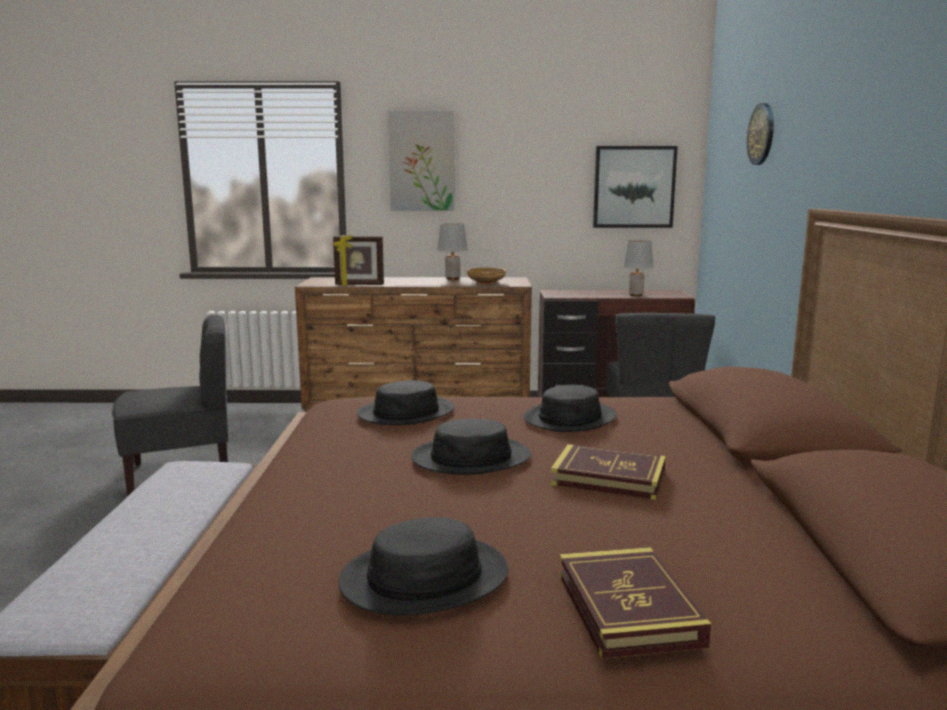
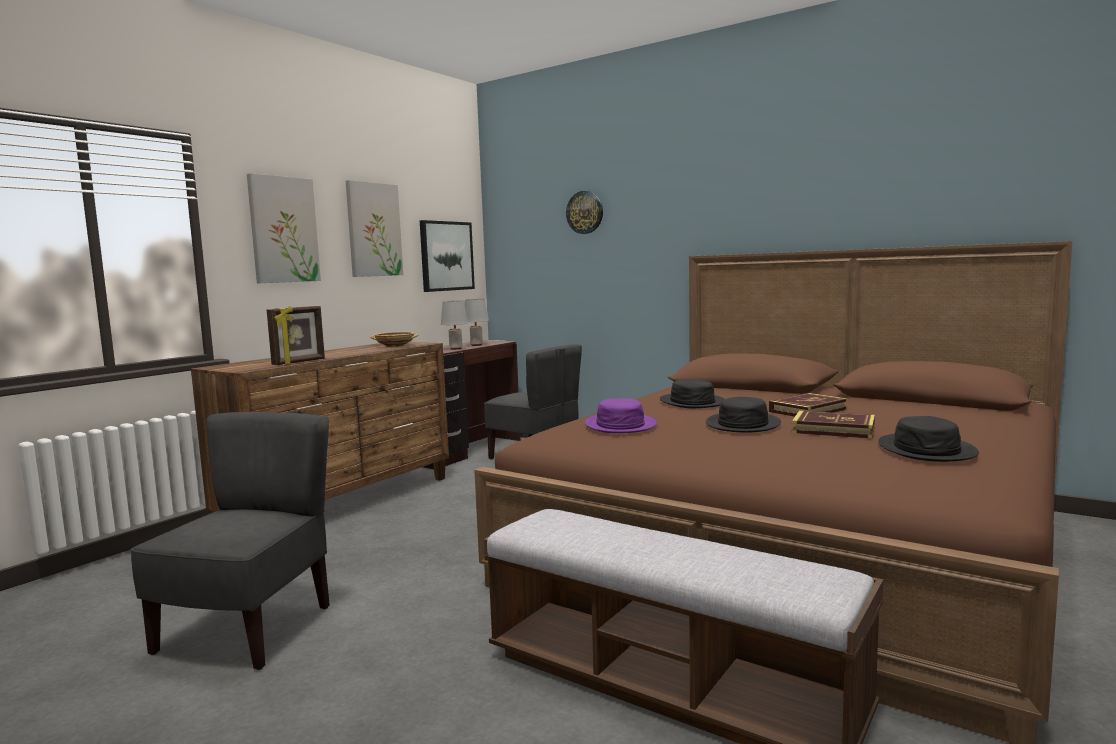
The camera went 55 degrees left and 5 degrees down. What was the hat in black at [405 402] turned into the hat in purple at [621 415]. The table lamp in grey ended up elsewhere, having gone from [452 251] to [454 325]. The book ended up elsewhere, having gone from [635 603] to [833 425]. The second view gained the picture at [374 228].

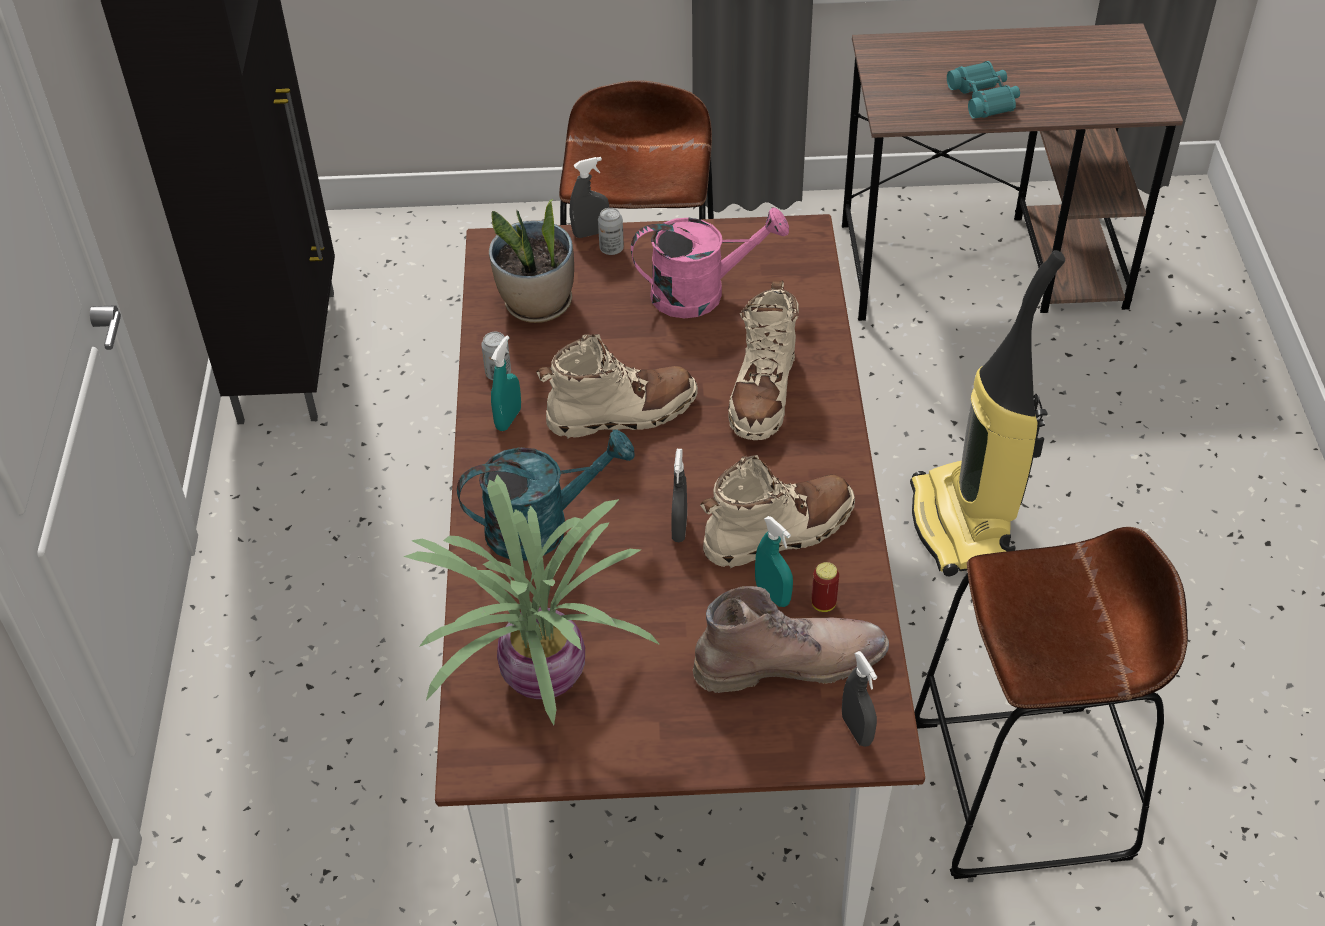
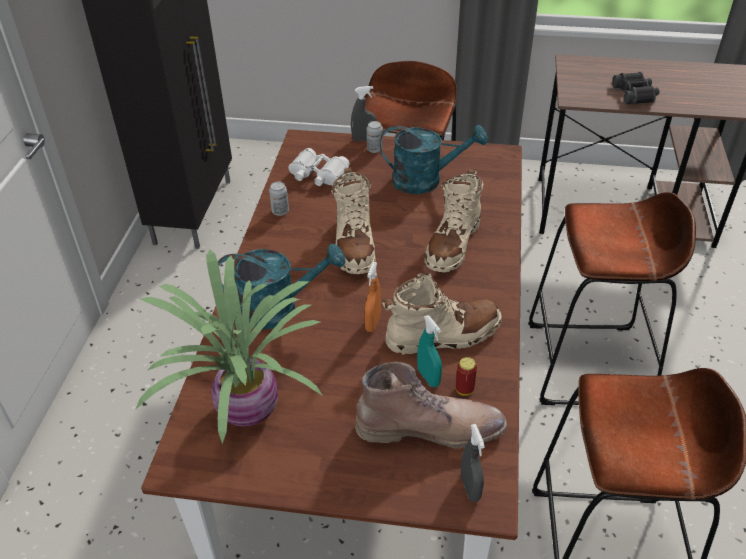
The camera went 10 degrees right and 5 degrees down. Where the potted plant stood at [531 261], the binoculars in white came to stand at [319 167]. The second view lost the spray bottle in turquoise at [506 383]. The boot in beige at [617 386] ended up facing another way, 90 degrees clockwise from before. What was the watering can in pink at [710 263] turned into the watering can in turquoise at [434 159]. What was the spray bottle in grey at [679 495] turned into the spray bottle in orange at [373 297]. Where the vacuum cleaner stood at [987 413], the stool in brown came to stand at [612 298]. What was the binoculars in turquoise at [983 90] turned into the binoculars in black at [636 88].

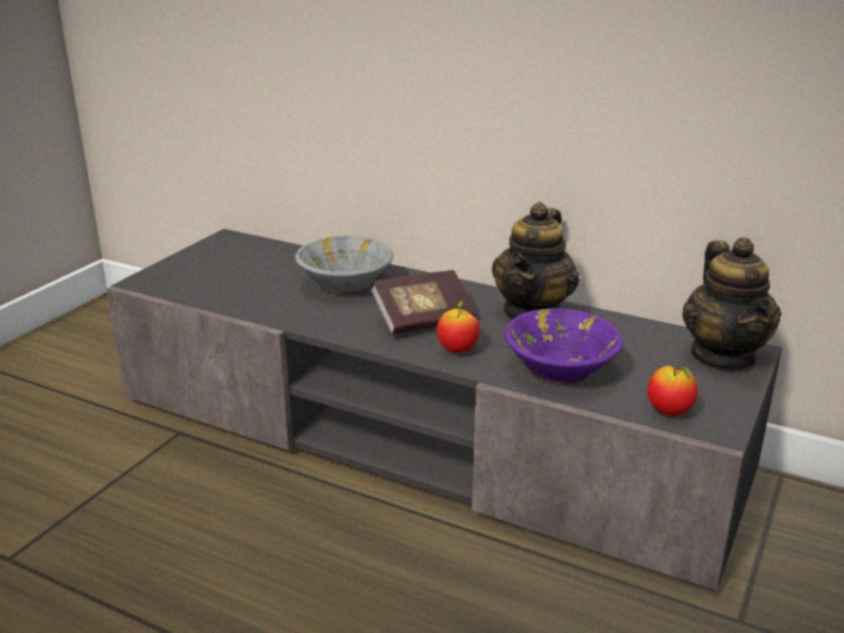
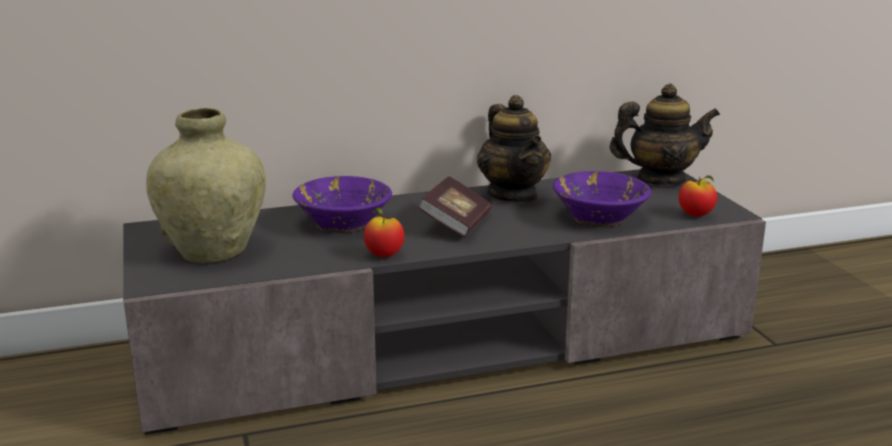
The camera went 45 degrees left and 5 degrees down. What was the bowl in grey at [344 265] turned into the bowl in purple at [342 204]. The apple ended up elsewhere, having gone from [458 326] to [384 232]. The teapot at [731 304] ended up facing another way, 45 degrees counterclockwise from before. The second view gained the vase in beige at [206 185].

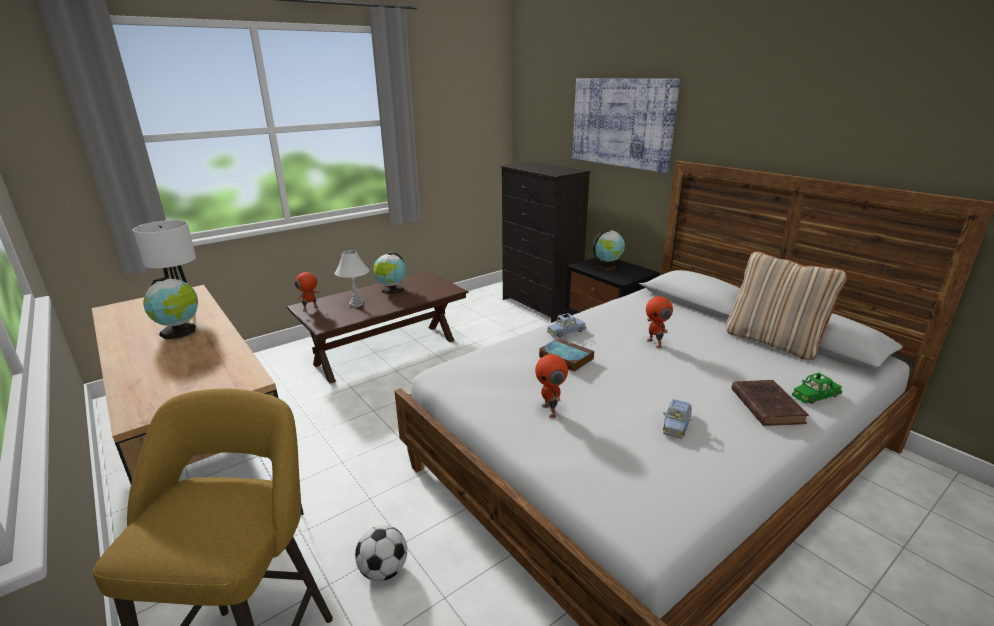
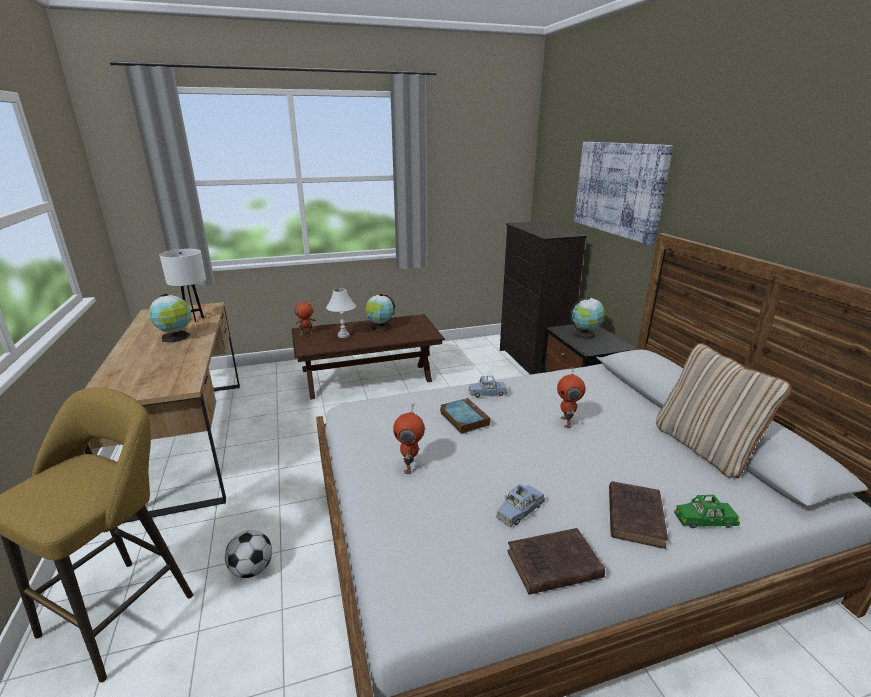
The camera went 20 degrees right and 0 degrees up. The second view gained the book in brown at [556 561].

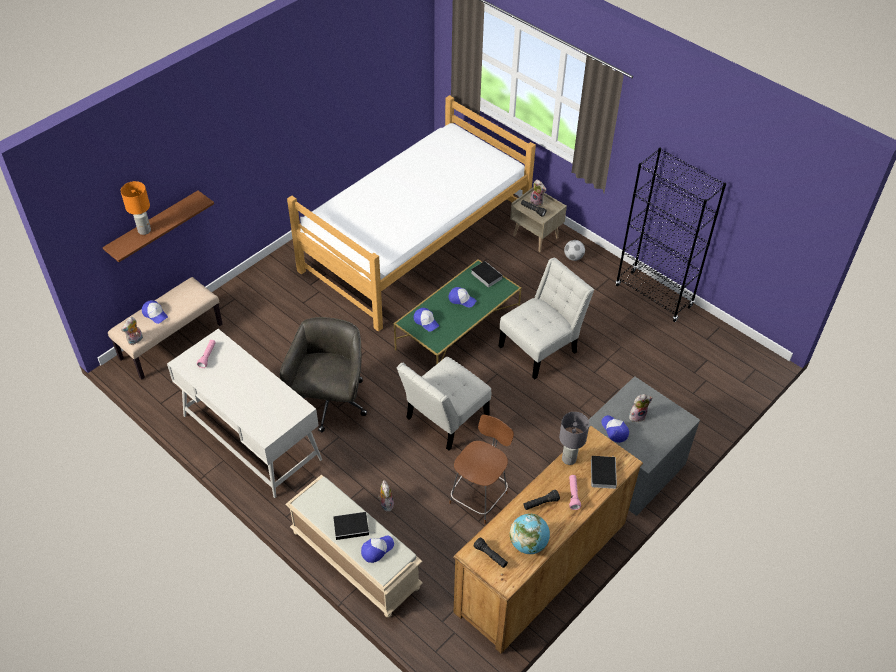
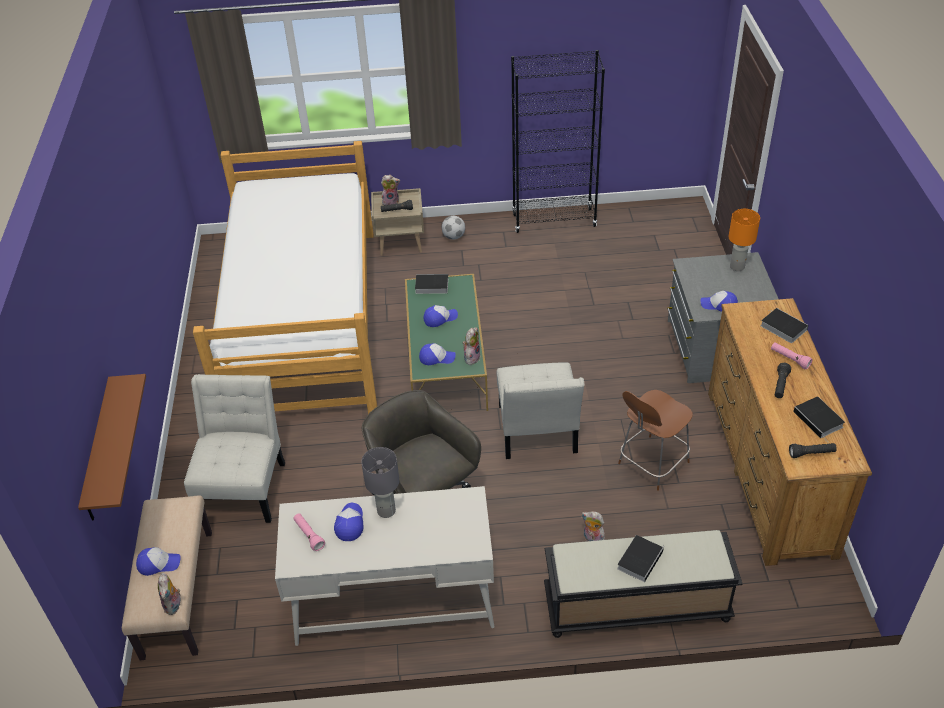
The camera went 45 degrees left and 5 degrees down. The table lamp in orange ended up elsewhere, having gone from [136 208] to [744 240]. What was the bench in beige at [354 546] turned into the bench in black at [643 584]. The cap ended up elsewhere, having gone from [377 549] to [348 522]. The chair in brown at [481 469] ended up facing another way, 120 degrees counterclockwise from before. The chair in white ended up elsewhere, having gone from [546 318] to [234 448]. Where the globe stood at [530 534], the book came to stand at [819 420]. The table lamp in grey ended up elsewhere, having gone from [574 438] to [380 482]. The plush toy ended up elsewhere, having gone from [641 408] to [472 346].

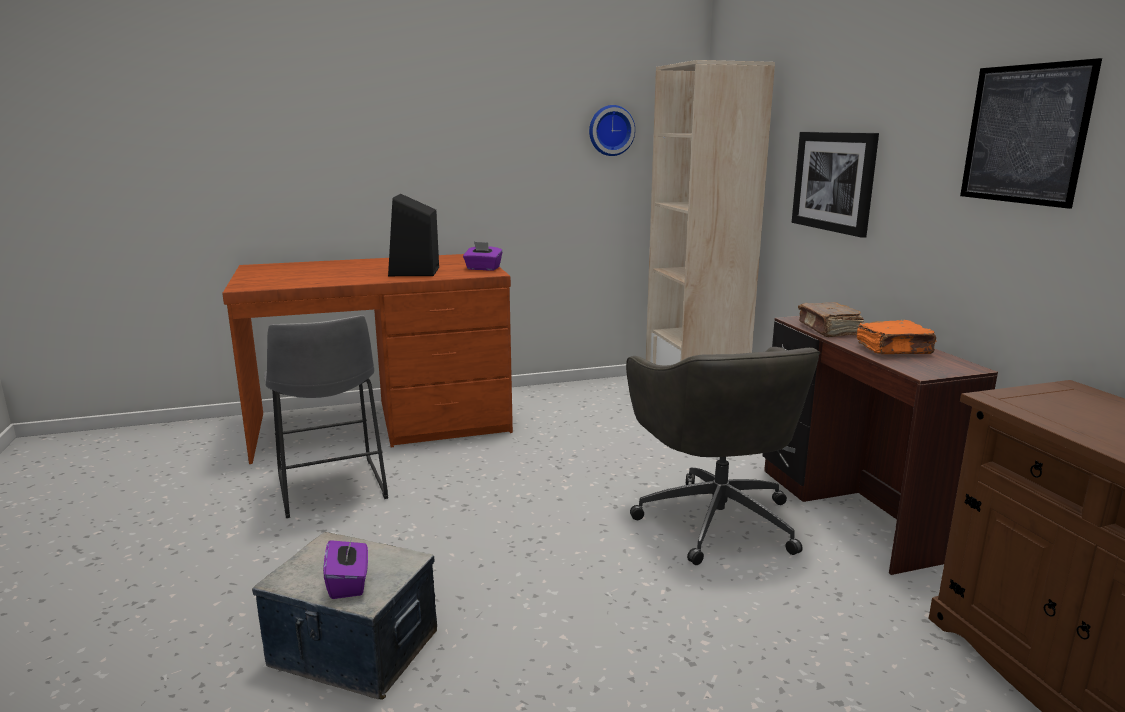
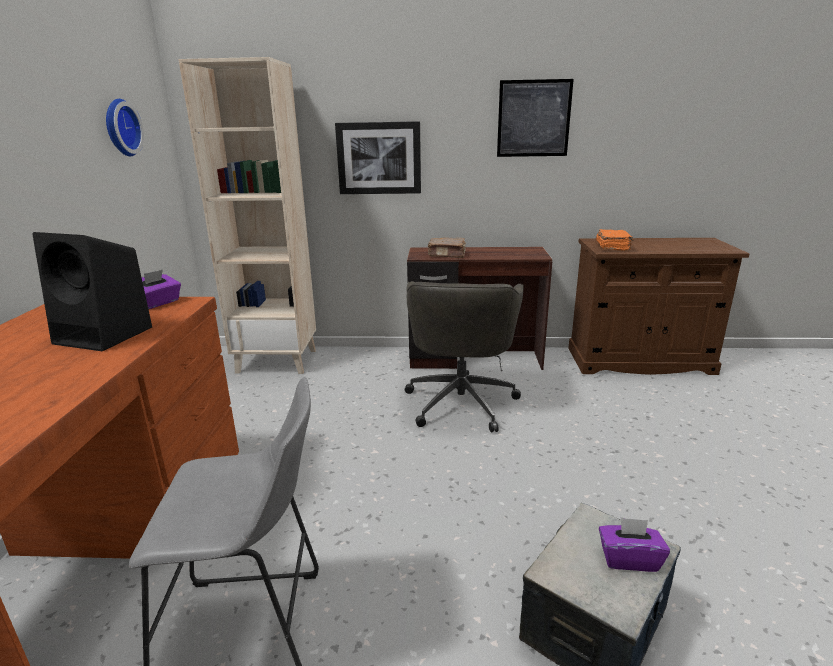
The camera went 70 degrees left and 5 degrees up. The office chair in grey at [723 456] ended up facing another way, 90 degrees clockwise from before. The book in orange ended up elsewhere, having gone from [896 337] to [615 240].

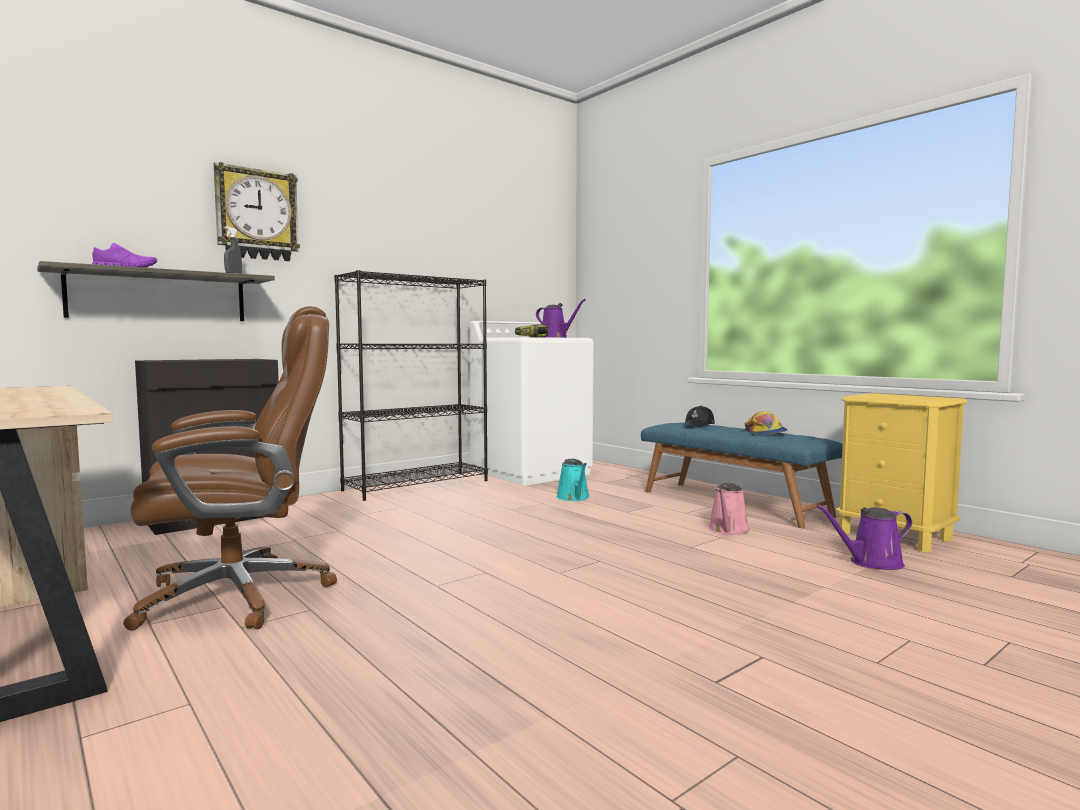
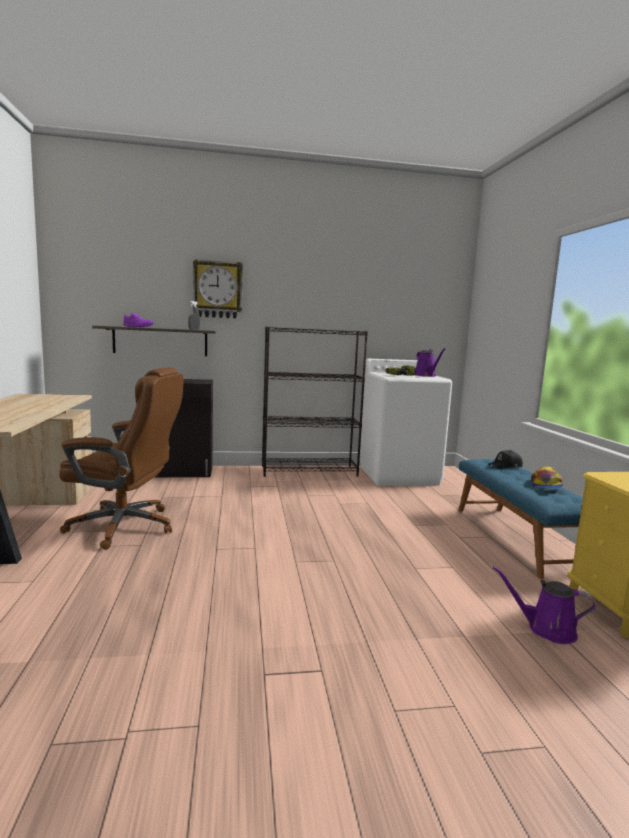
The camera went 30 degrees right and 5 degrees up. The second view lost the watering can in turquoise at [573 480]. The second view lost the watering can in pink at [729 509].

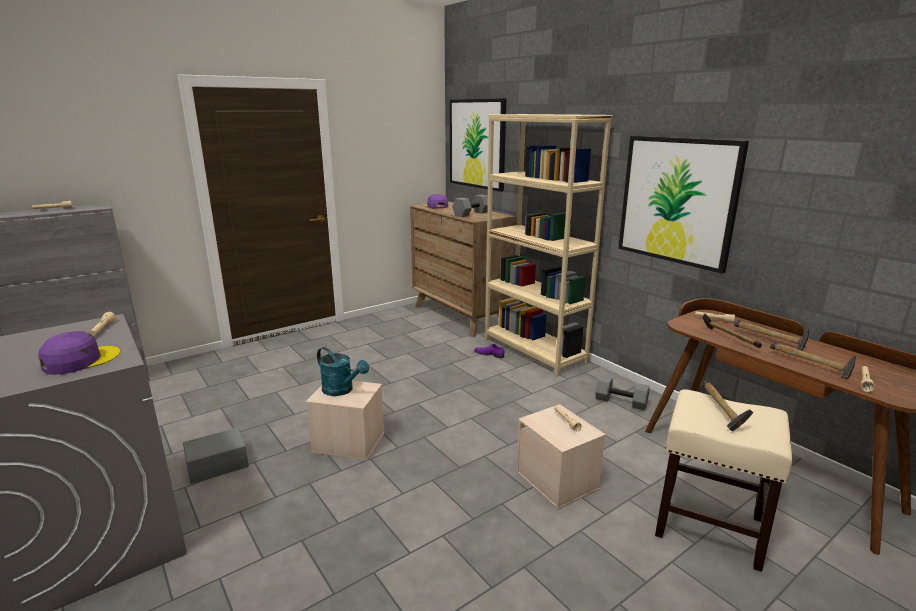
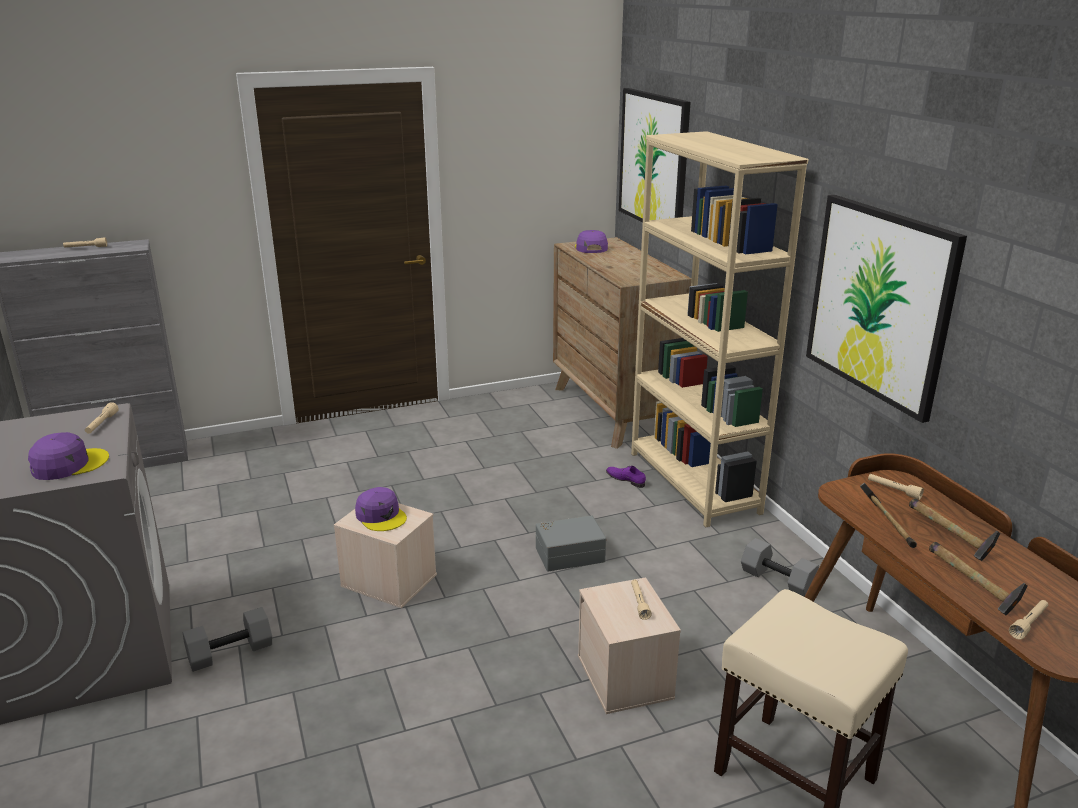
The camera went 15 degrees right and 5 degrees up. The storage box in grey ended up elsewhere, having gone from [216 456] to [571 543]. Where the watering can in turquoise stood at [343 371], the cap in purple came to stand at [381 509]. The dumbbell in grey ended up elsewhere, having gone from [470 206] to [227 639]. The second view lost the hammer at [727 405].

